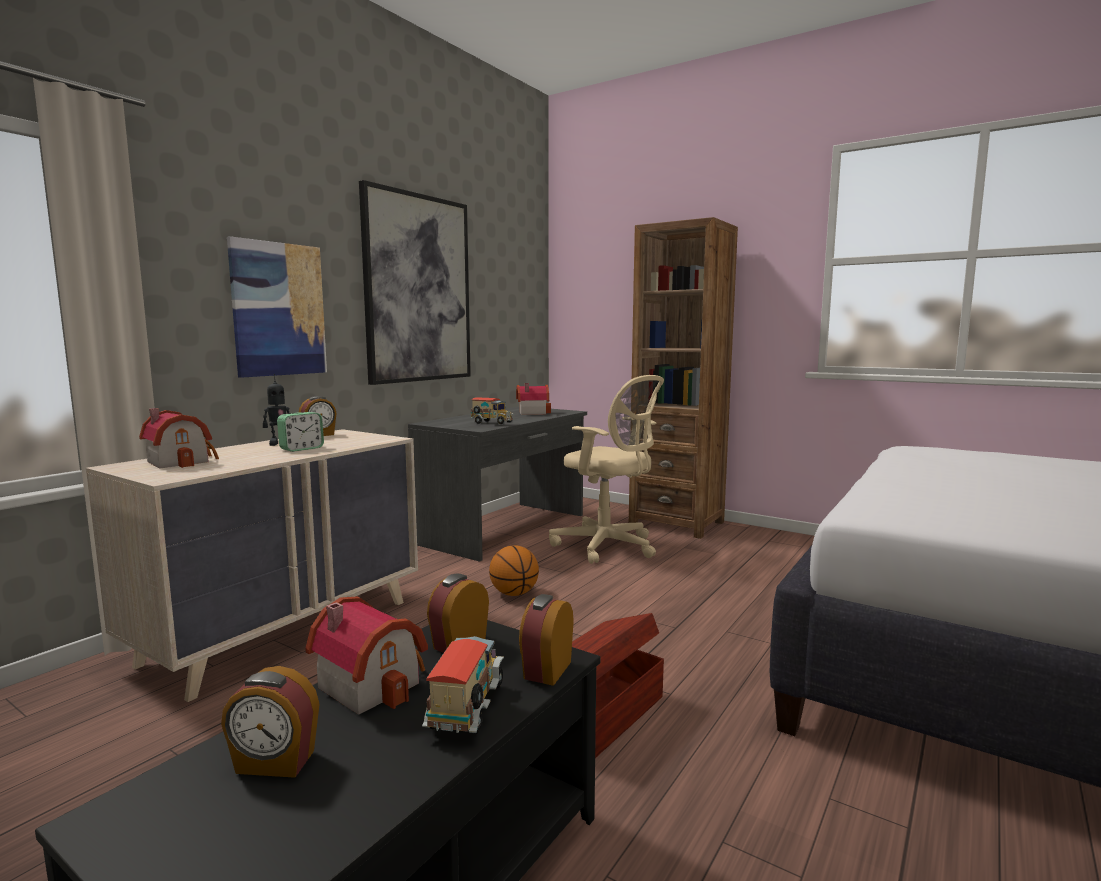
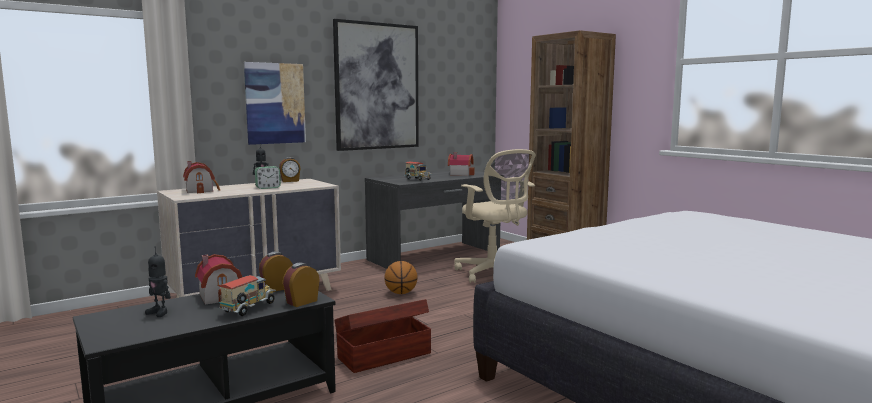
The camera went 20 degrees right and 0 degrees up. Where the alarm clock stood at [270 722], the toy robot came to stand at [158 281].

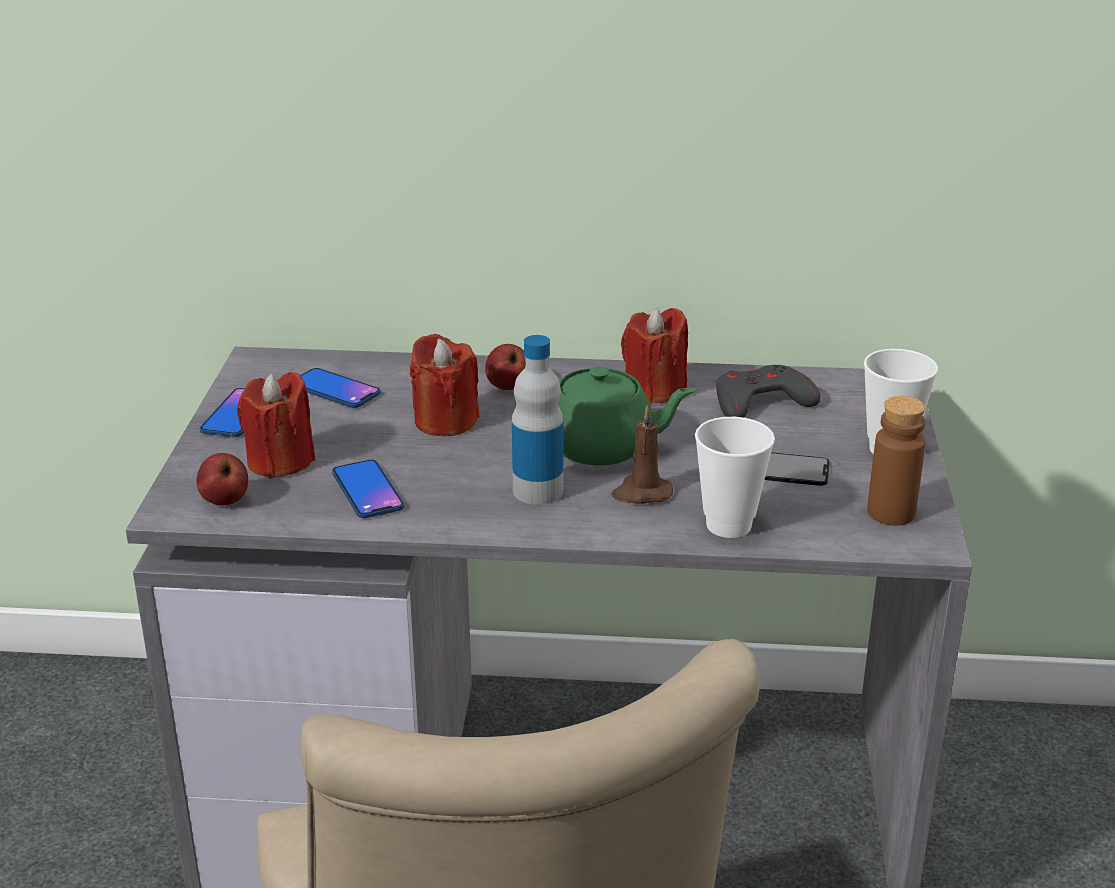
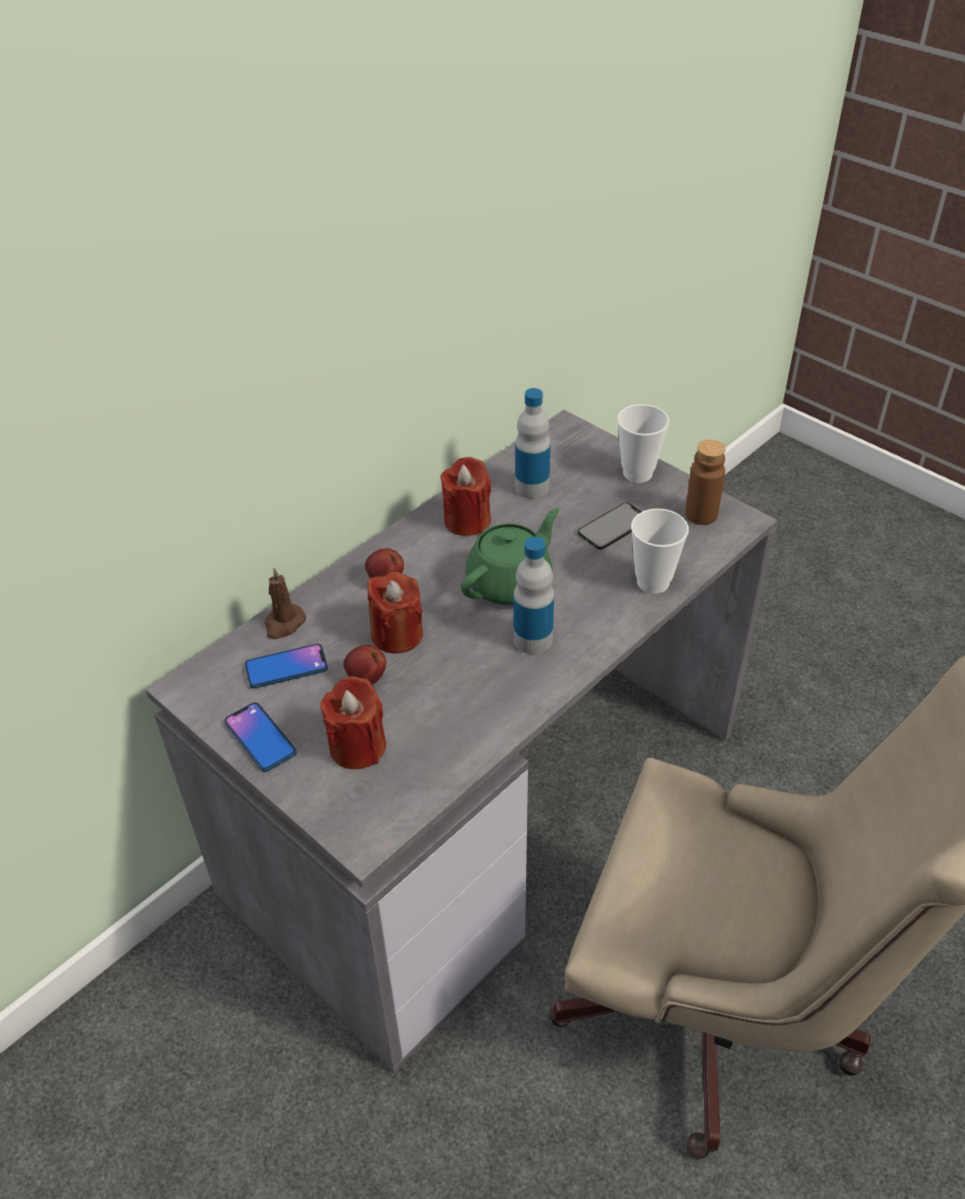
The camera went 50 degrees left and 15 degrees up. The apple ended up elsewhere, having gone from [222 479] to [365 665]. The second view lost the phone at [368 488]. The candle in brown ended up elsewhere, having gone from [642 454] to [285 603]. Where the game controller in grey stood at [768 391], the bottle came to stand at [533 443].

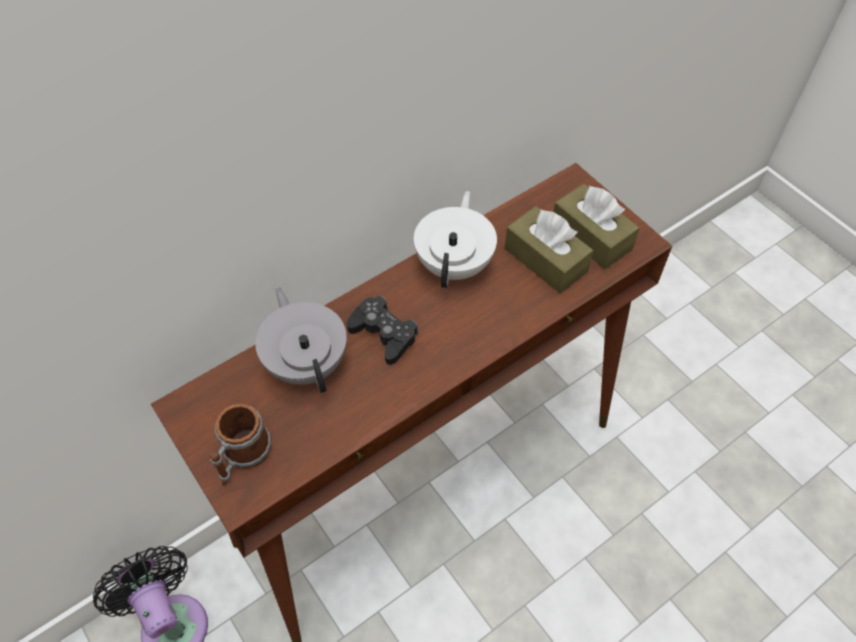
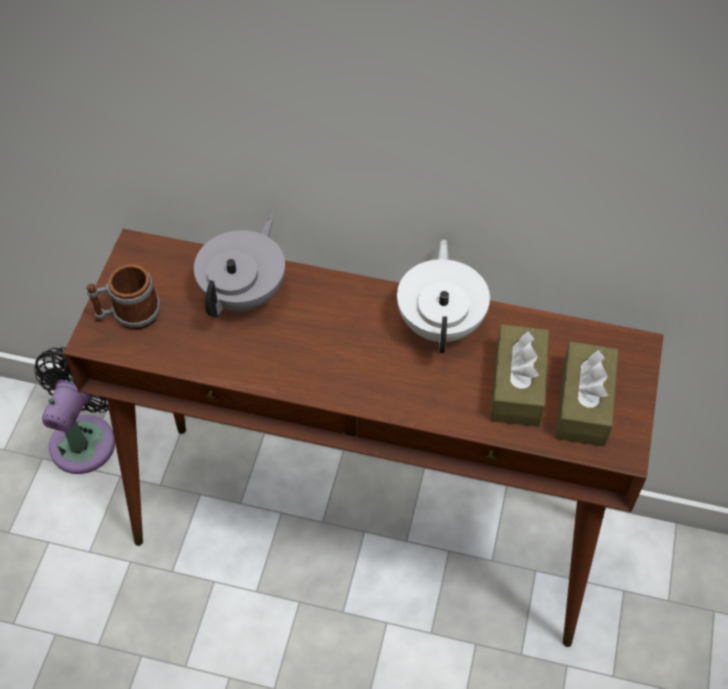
The camera went 50 degrees right and 0 degrees up. The second view lost the game controller in black at [382 330]. The teapot in white at [455 239] ended up facing another way, 60 degrees counterclockwise from before.

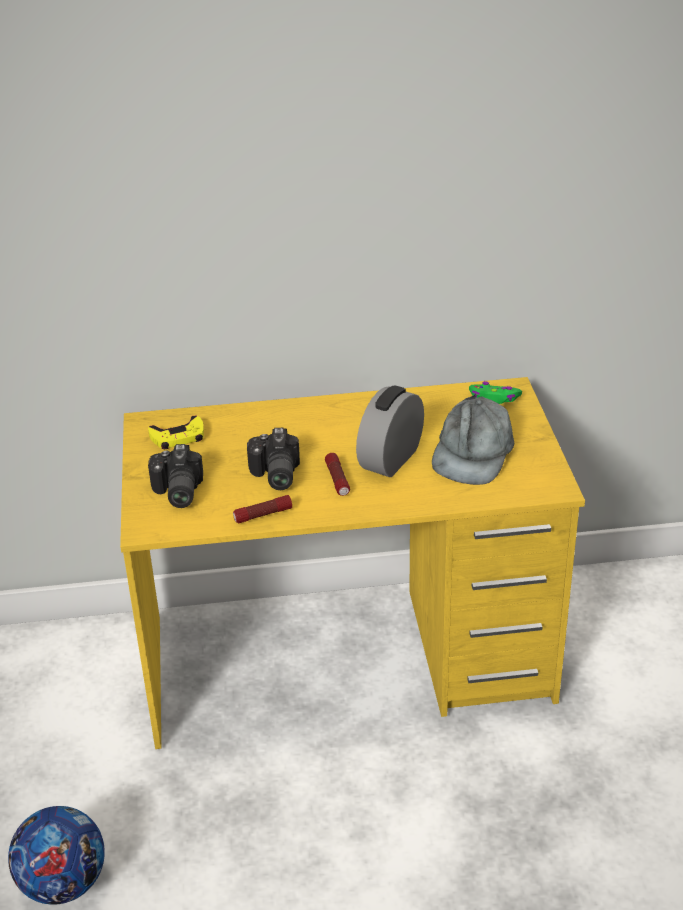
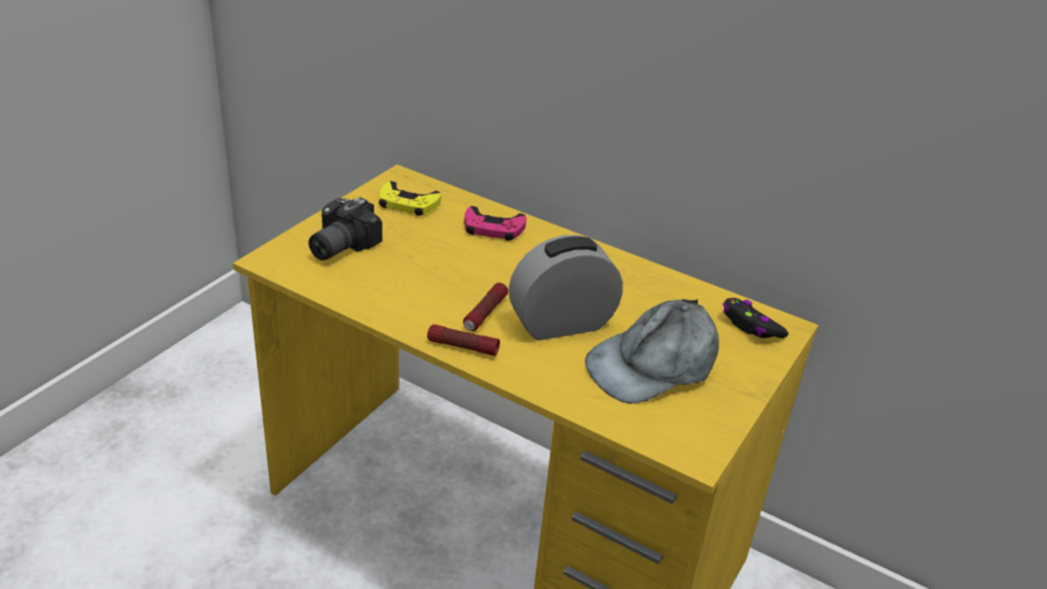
The camera went 35 degrees right and 0 degrees up. The second view lost the football at [56 855]. The flashlight ended up elsewhere, having gone from [262 509] to [463 340]. The second view lost the photo camera at [273 459]. What was the game controller in green at [495 392] turned into the game controller in black at [756 318]. The second view gained the game controller in pink at [495 223].

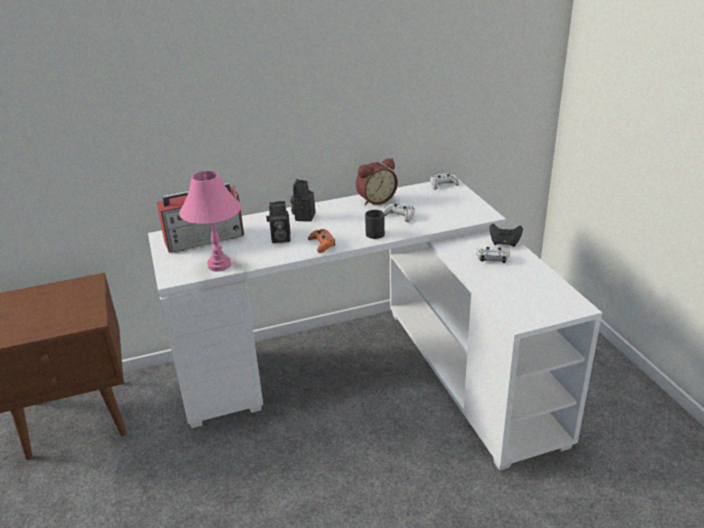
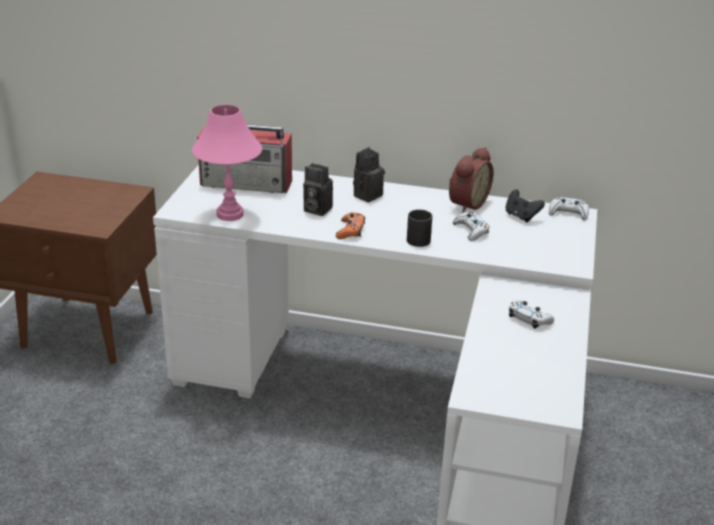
The camera went 30 degrees right and 0 degrees up. The alarm clock at [377 182] ended up facing another way, 60 degrees counterclockwise from before. The game controller in black ended up elsewhere, having gone from [506 235] to [525 205].

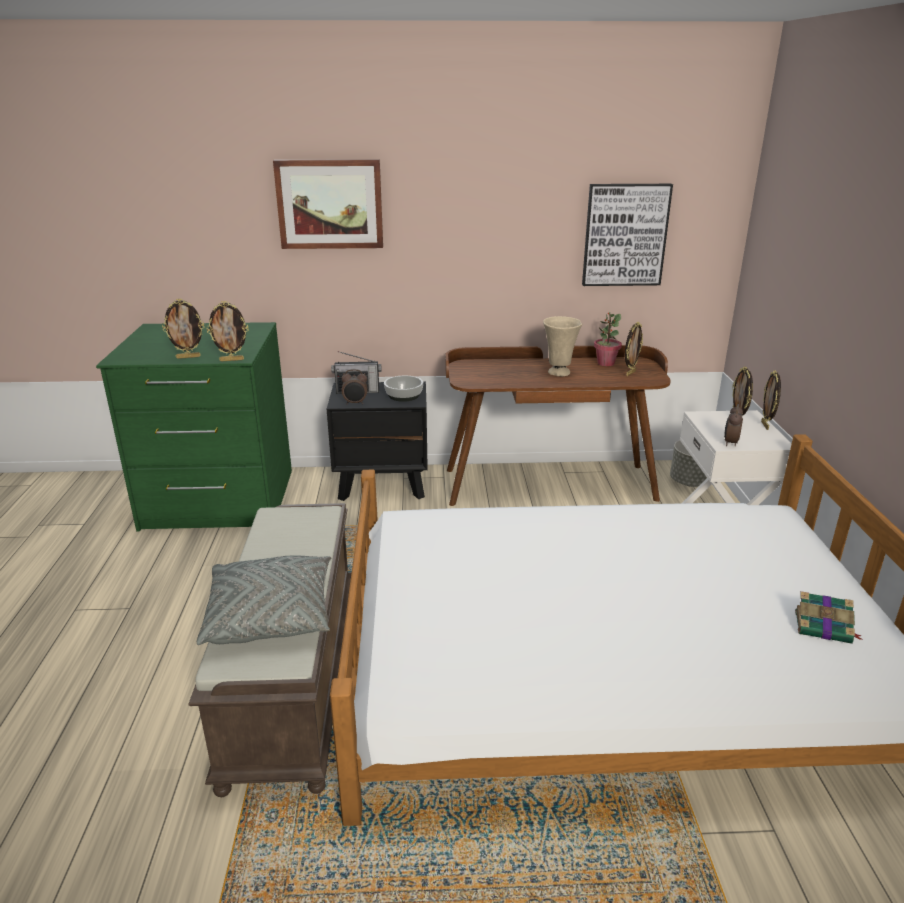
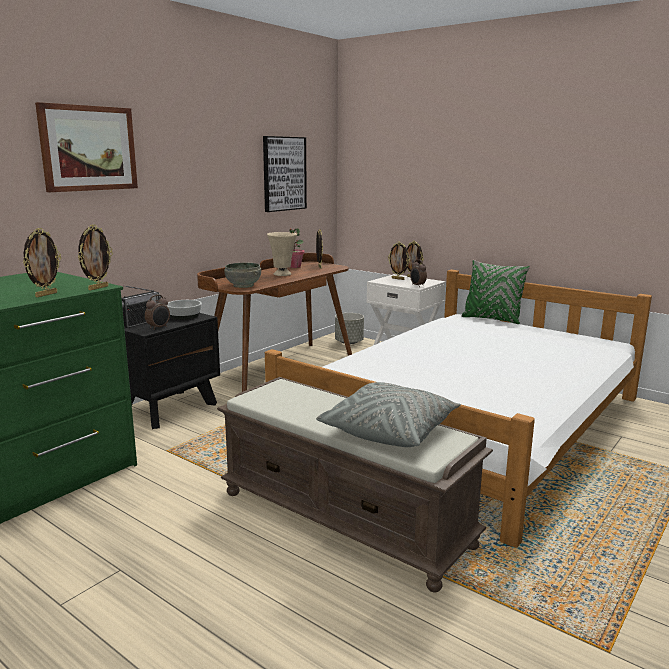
The camera went 50 degrees left and 10 degrees down. The second view lost the book at [829 617]. The second view gained the bowl in grey at [242 275]. The second view gained the pillow in green at [495 292].

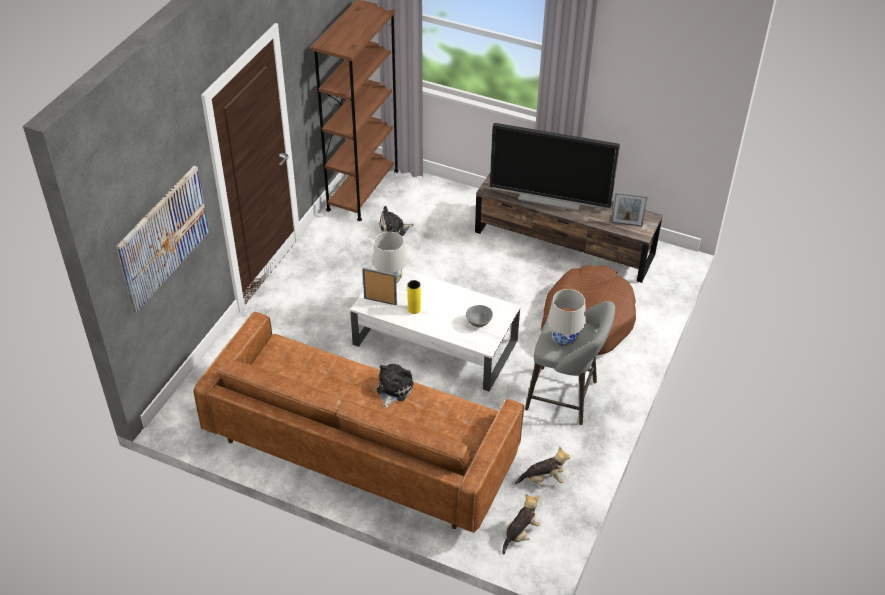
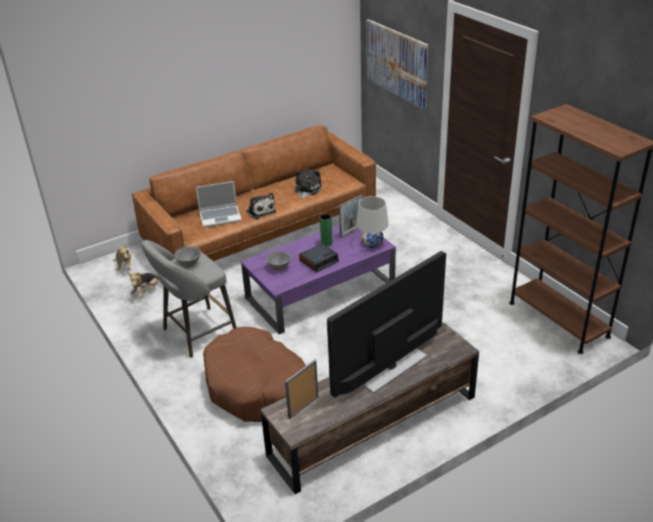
The camera went 125 degrees right and 10 degrees down. What was the coffee table in white at [435 330] turned into the coffee table in purple at [318 279]. The plush toy ended up elsewhere, having gone from [396 221] to [308 184]. What was the vase in yellow at [414 297] turned into the vase in green at [326 230]. Where the table lamp in white stood at [567 317], the bowl in grey came to stand at [187 257]. The second view gained the laptop at [219 204]. The second view gained the alarm clock at [319 257].

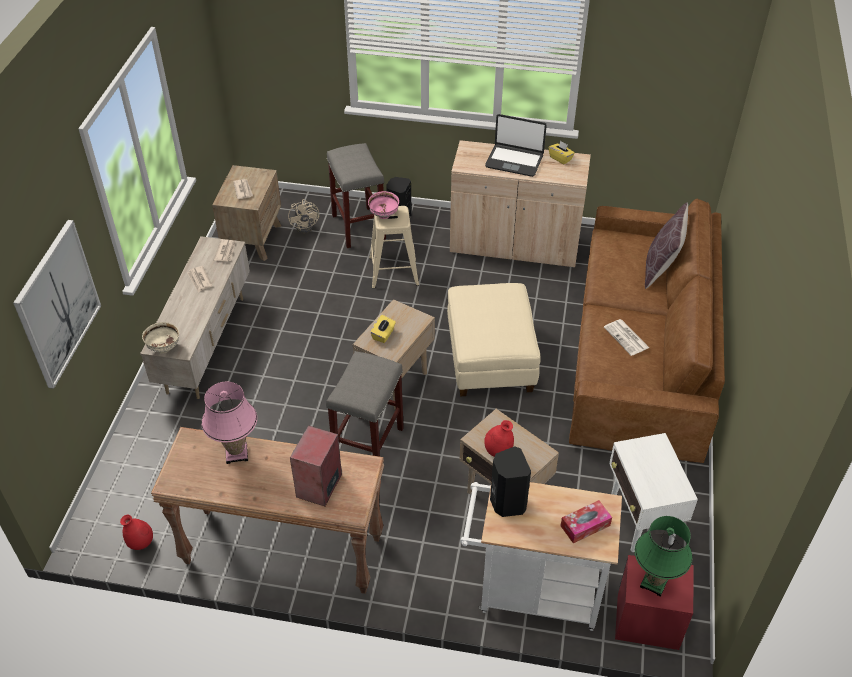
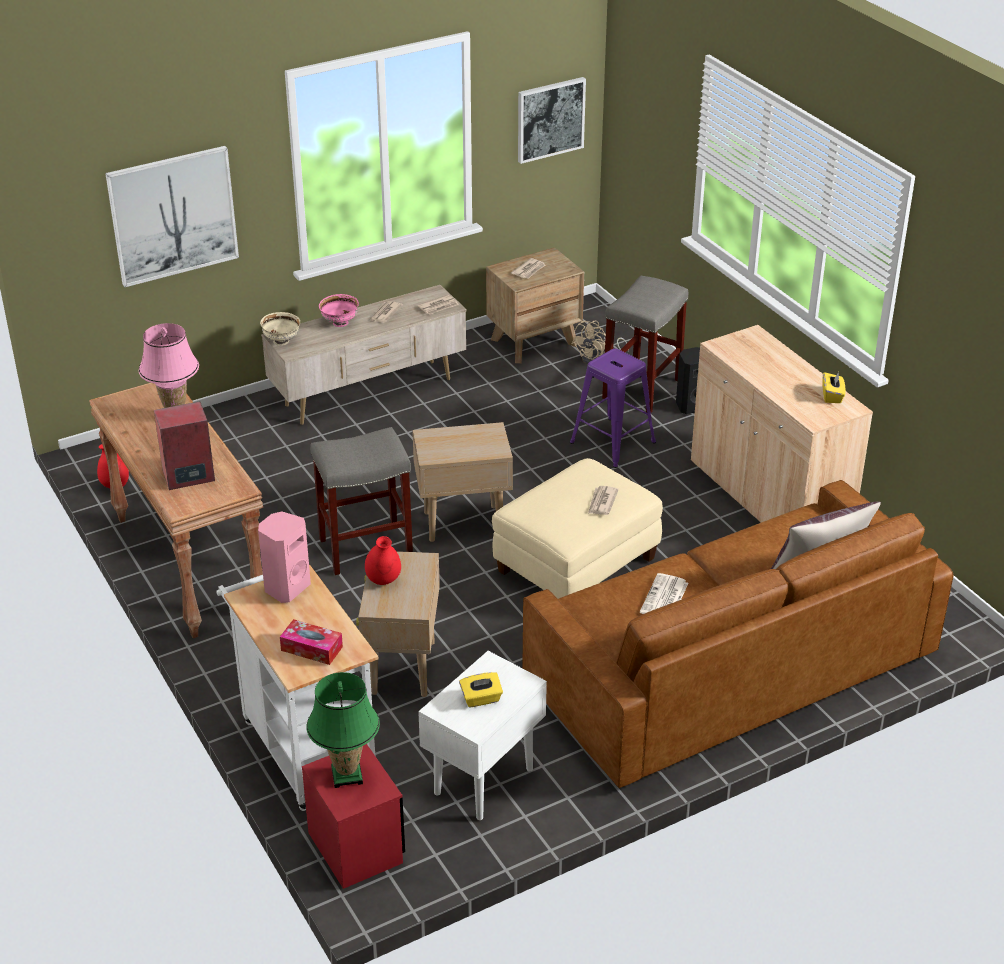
The camera went 50 degrees right and 10 degrees down. The bowl in pink ended up elsewhere, having gone from [383 205] to [339 310]. What was the stool in beige at [394 247] turned into the stool in purple at [613 408]. The tissue box in yellow ended up elsewhere, having gone from [383 329] to [481 690]. The second view lost the laptop at [516 145]. What was the speaker in black at [510 481] turned into the speaker in pink at [284 557]. The second view gained the picture at [552 120]. The second view gained the newspaper at [603 500].

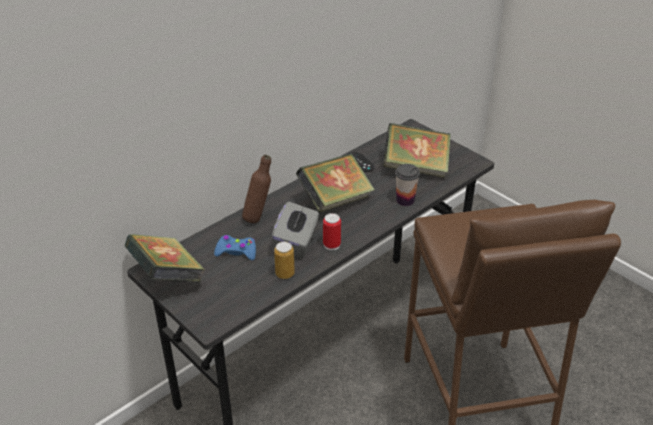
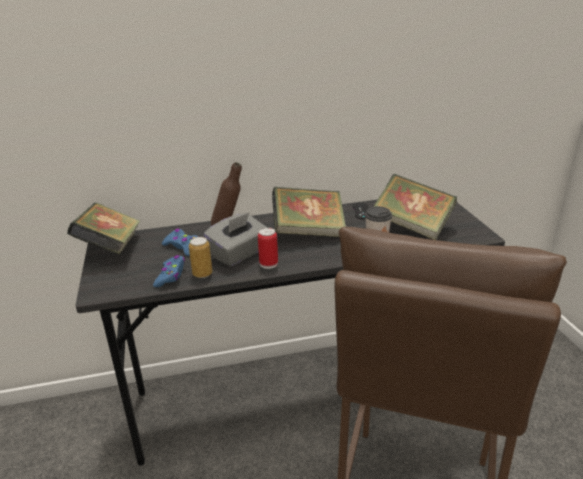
The camera went 30 degrees right and 10 degrees down. The second view gained the game controller in blue at [169 271].

